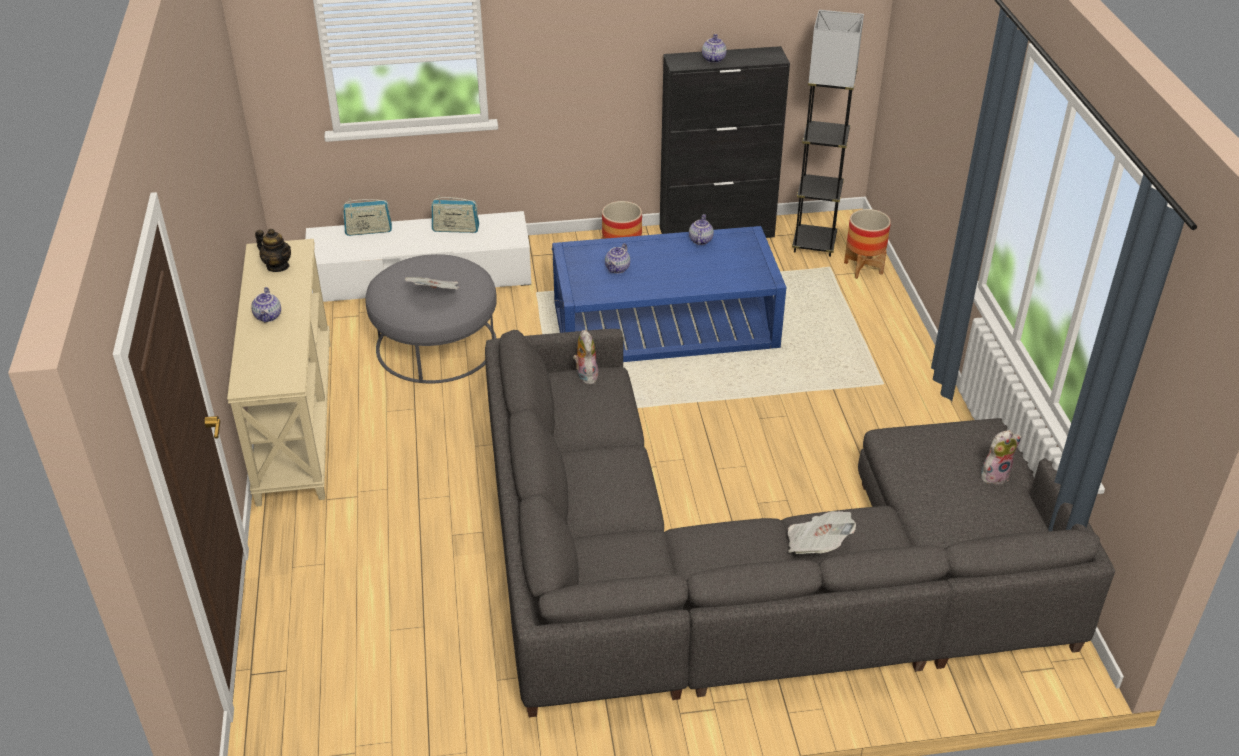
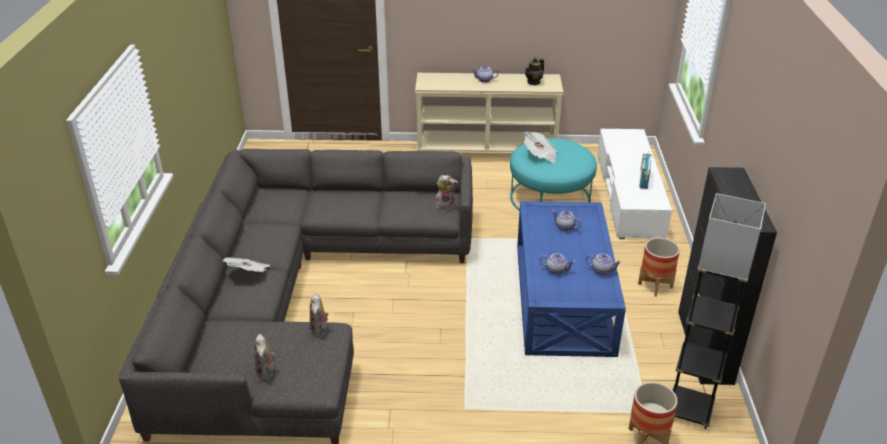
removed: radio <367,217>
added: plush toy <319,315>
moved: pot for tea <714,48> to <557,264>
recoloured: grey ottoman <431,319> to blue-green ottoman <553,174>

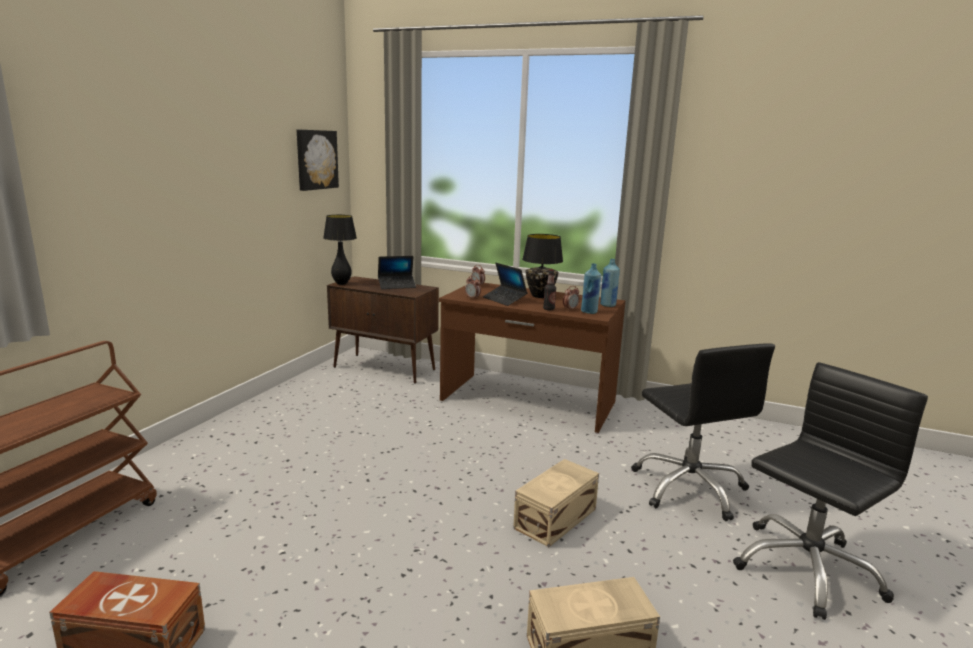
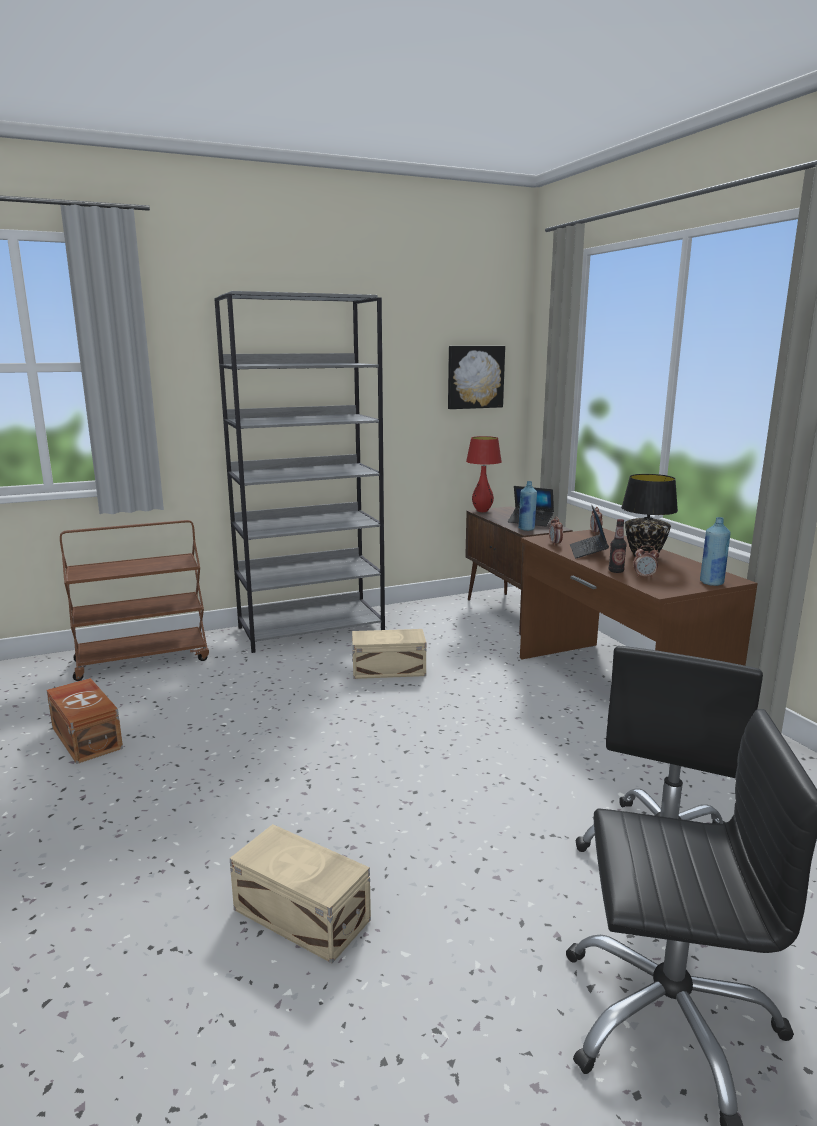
added: grey shelving unit <299,472>
moved: beige-coloured storage container <556,503> to <389,654>; bluish beverage bottle <591,289> to <527,506>
recoloured: black-coloured lamp for a table <340,250> to reddish lamp for a table <484,474>

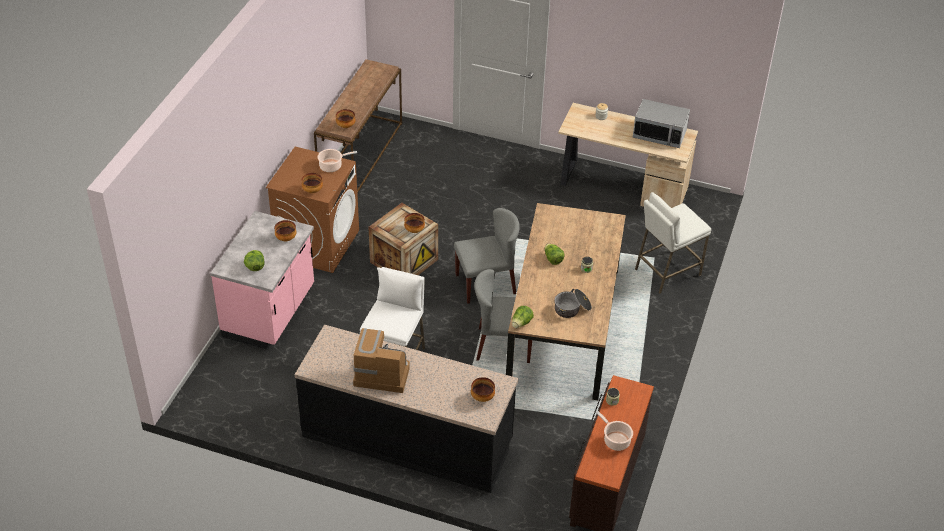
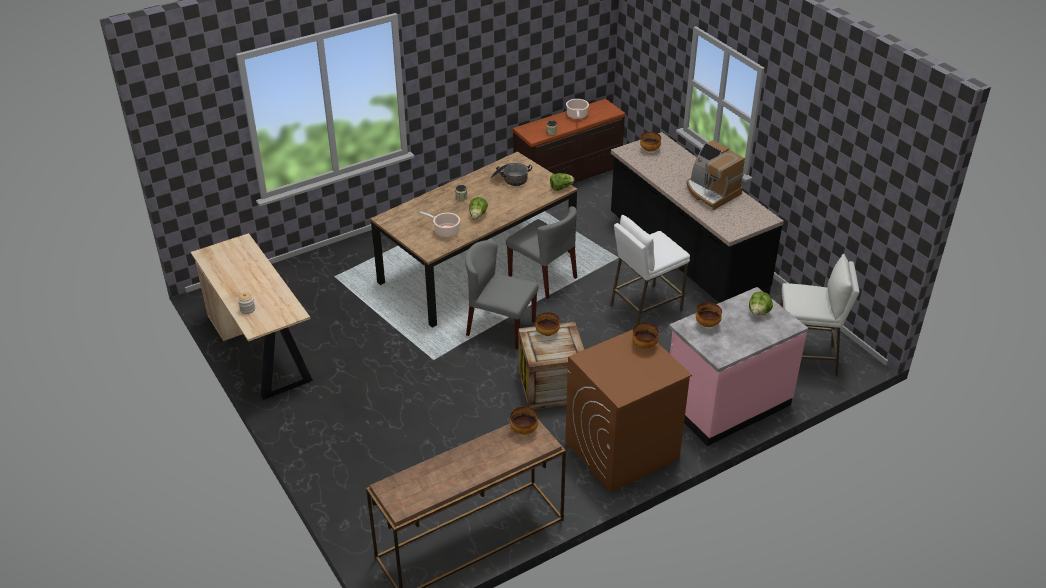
removed: microwave oven <661,123>
moved: stockpot <337,160> to <439,224>; white stool <673,243> to <819,315>

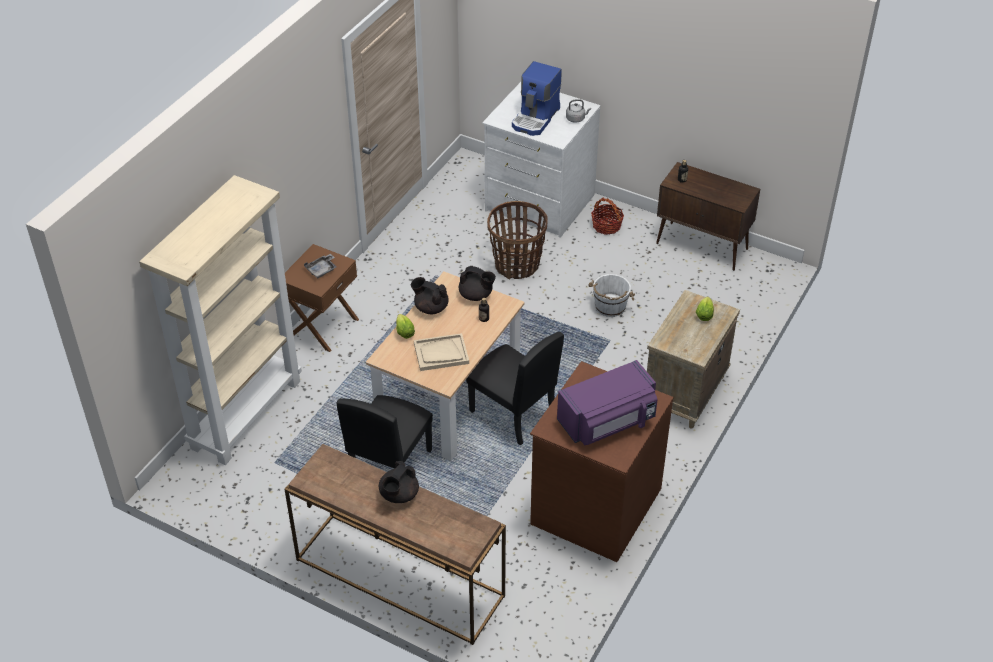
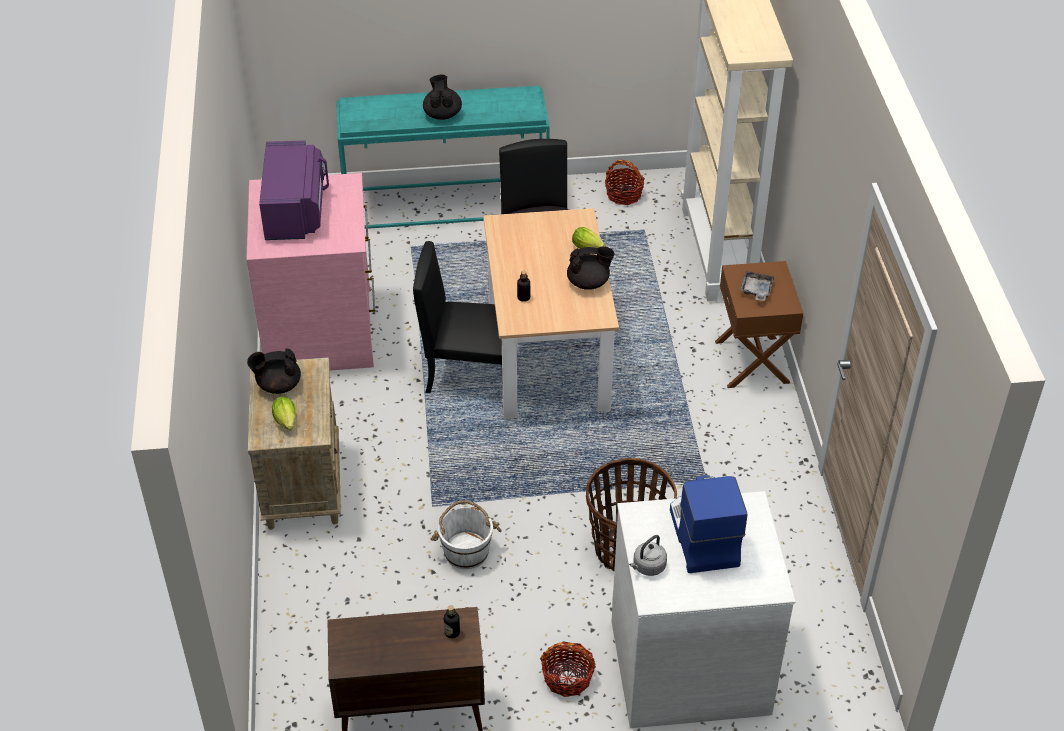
removed: beige-coloured tray <441,352>
added: basket <625,182>
moved: black-coloured pot for tea <477,283> to <274,371>
recoloured: brown dresser <602,461> to pink-coloured dresser <310,271>; brown hall table <395,544> to blue-green hall table <443,157>
turned: purple microwave oven <607,403> = <294,190> 150 degrees clockwise

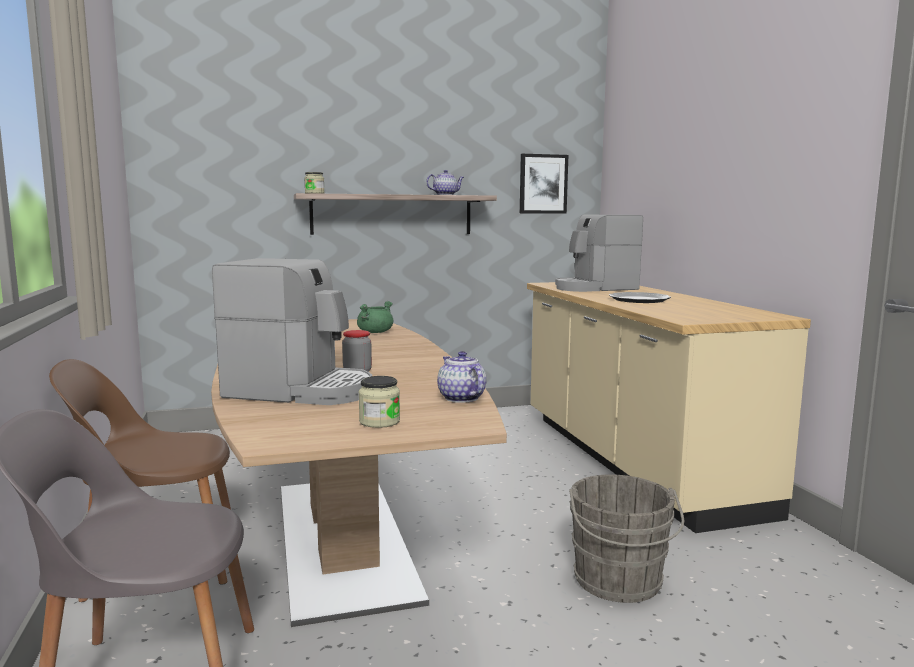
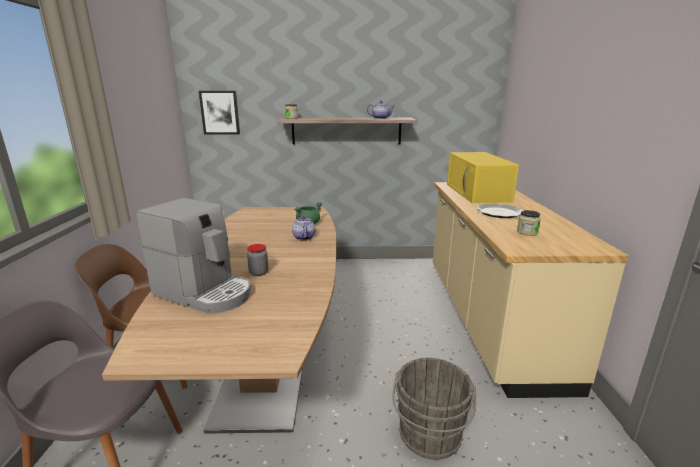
moved: picture <544,184> to <219,113>; pot for tea <462,377> to <304,228>; preserve jar <379,402> to <529,223>
replaced: coffee brewer <599,253> to yellowish microwave oven <483,177>

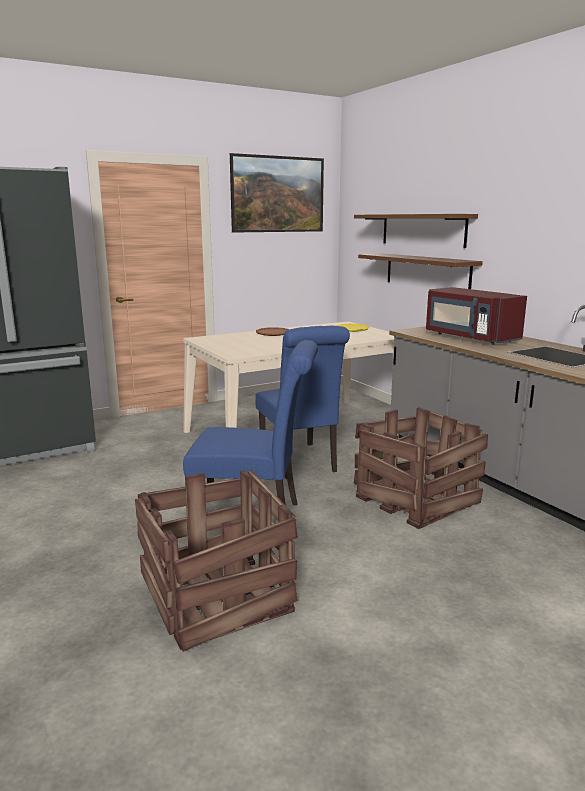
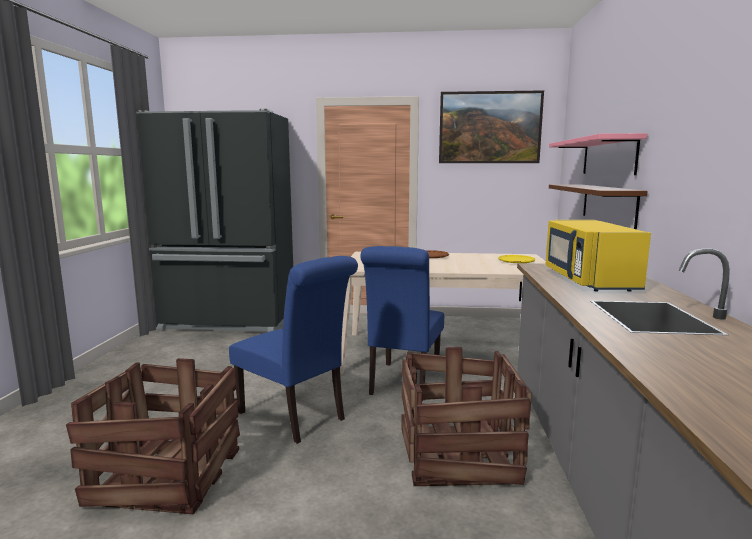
recoloured: reddish microwave oven <476,316> to yellowish microwave oven <598,256>; brown shelf <416,231> to pink-coloured shelf <598,154>

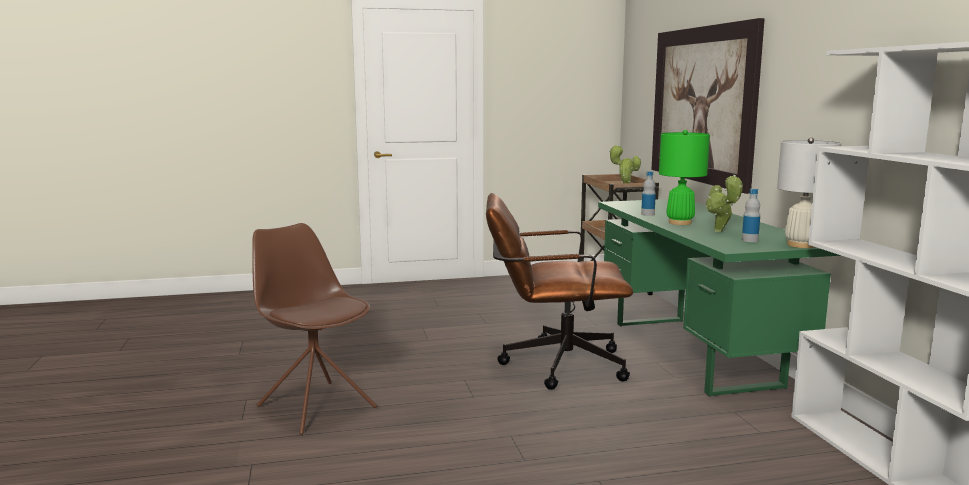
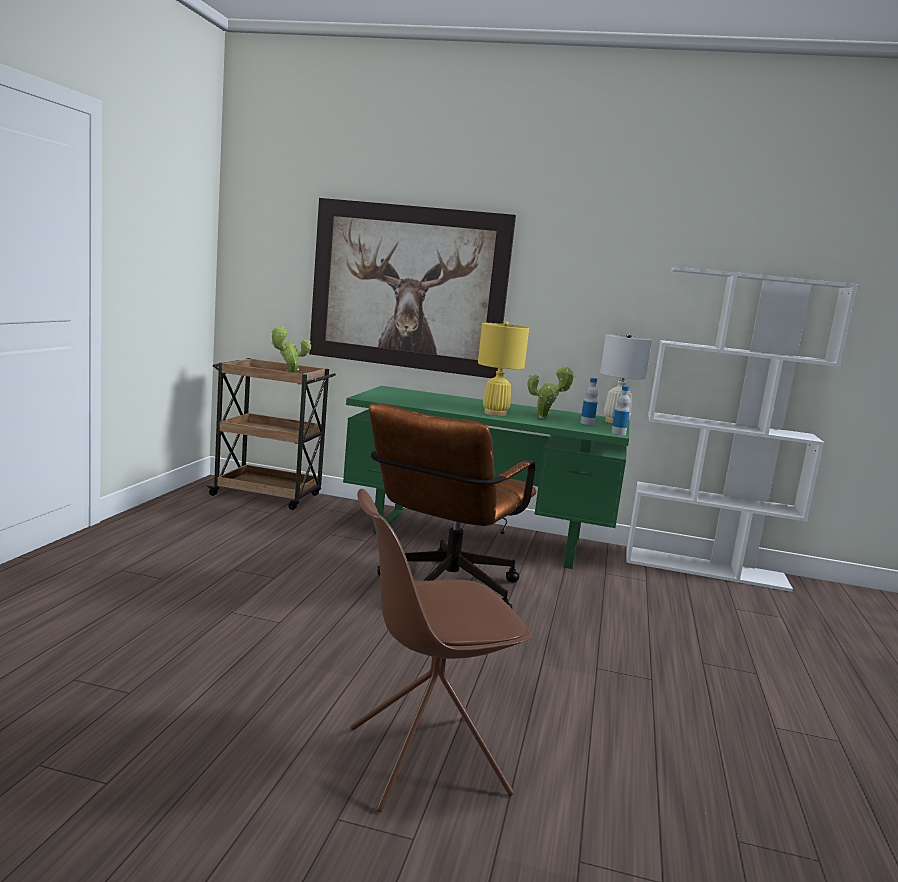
moved: beverage bottle <648,193> to <620,410>
recoloured: green-coloured lamp for a table <684,177> to yellowish lamp for a table <503,368>

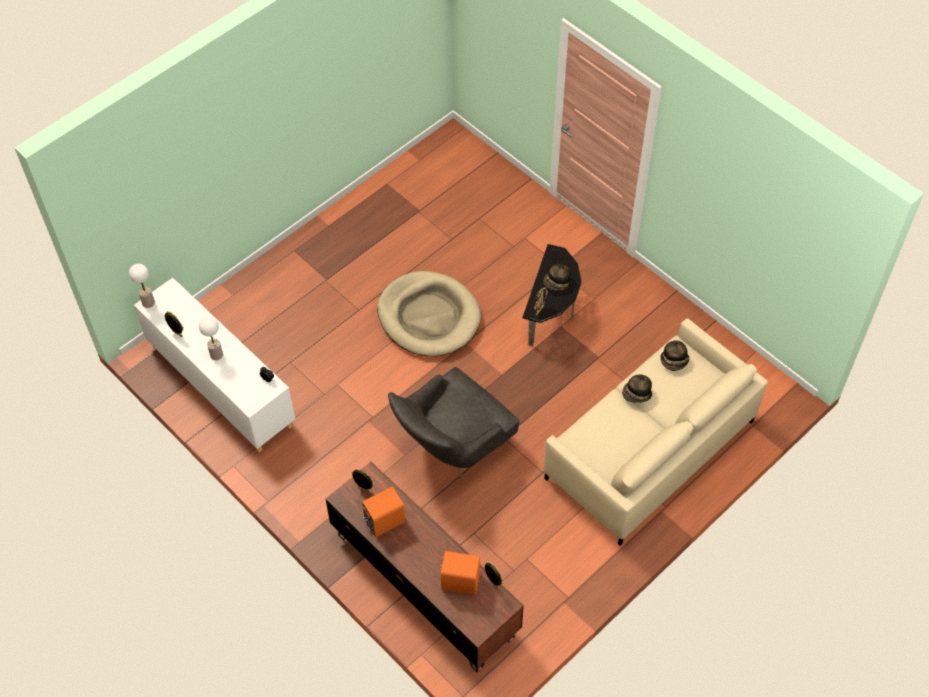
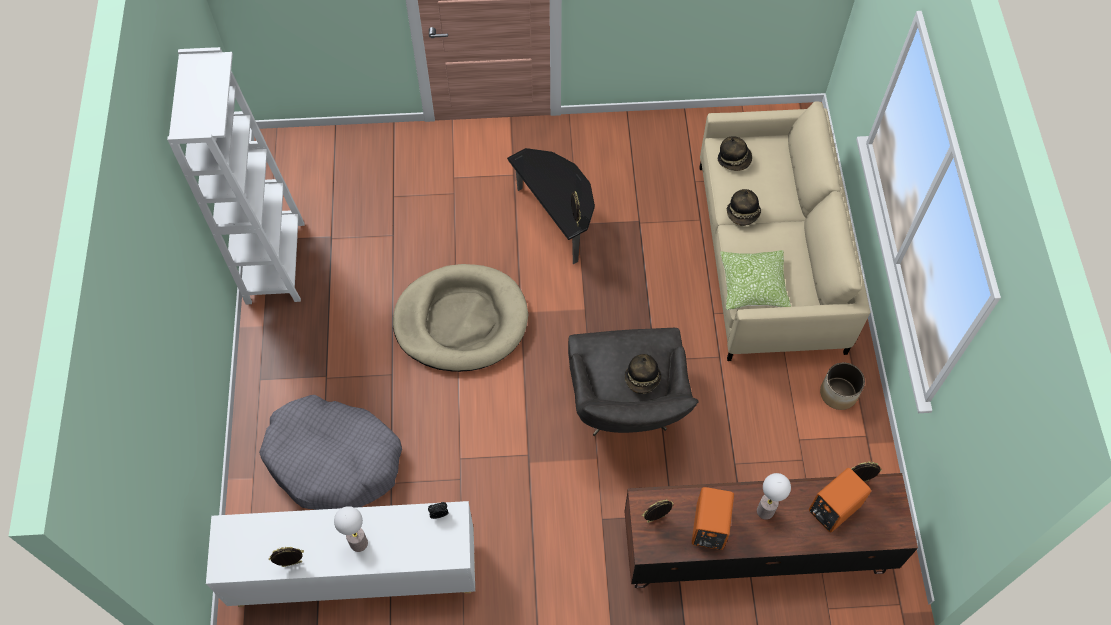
added: white shelving unit <236,176>; grey dog bed <330,452>; cushion <755,280>; flower pot <842,386>
moved: wearable hat <557,277> to <643,374>; lamp for a table <142,286> to <774,496>

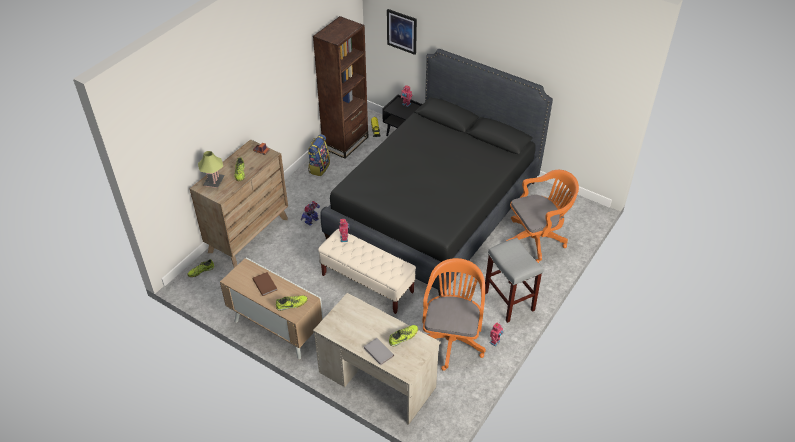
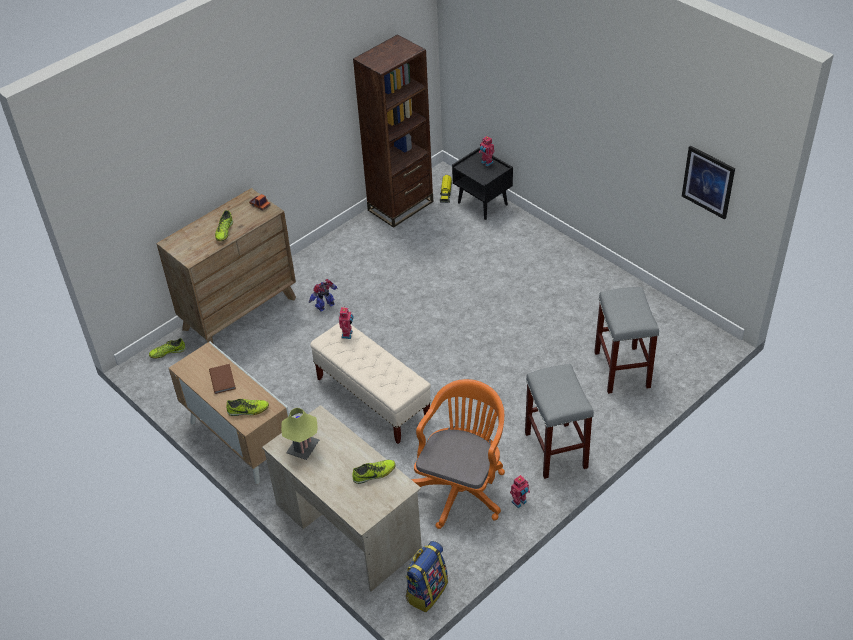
removed: black-coloured bed <436,172>; grey volume <379,352>
moved: lamp for a table <211,169> to <300,434>; backpack <319,155> to <426,576>; picture <402,32> to <708,182>
replaced: orangey computer chair <542,216> to grey stool <626,340>

